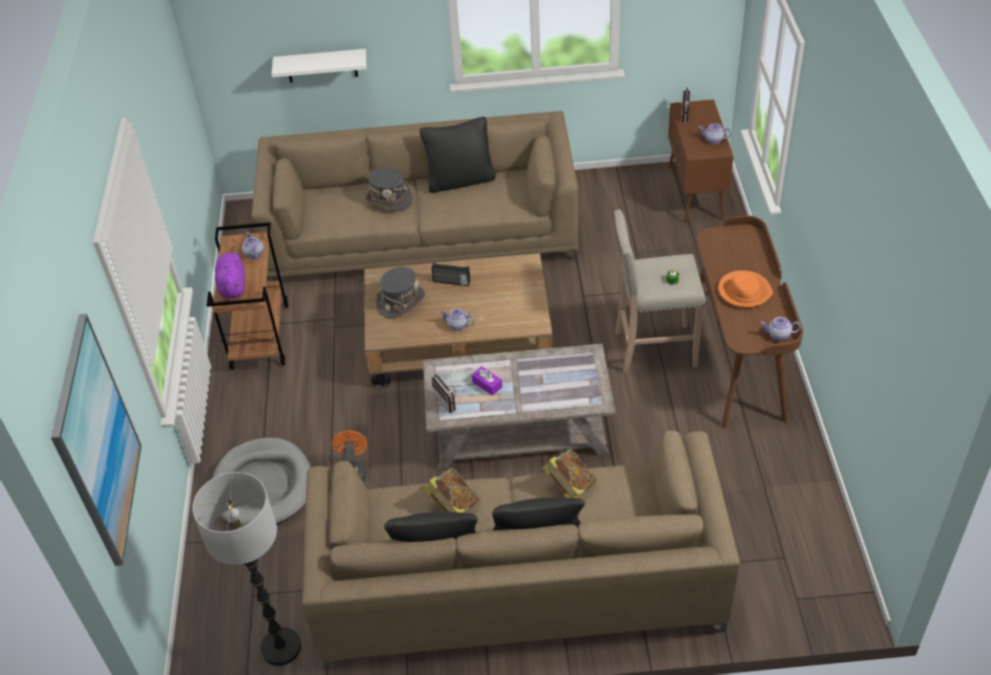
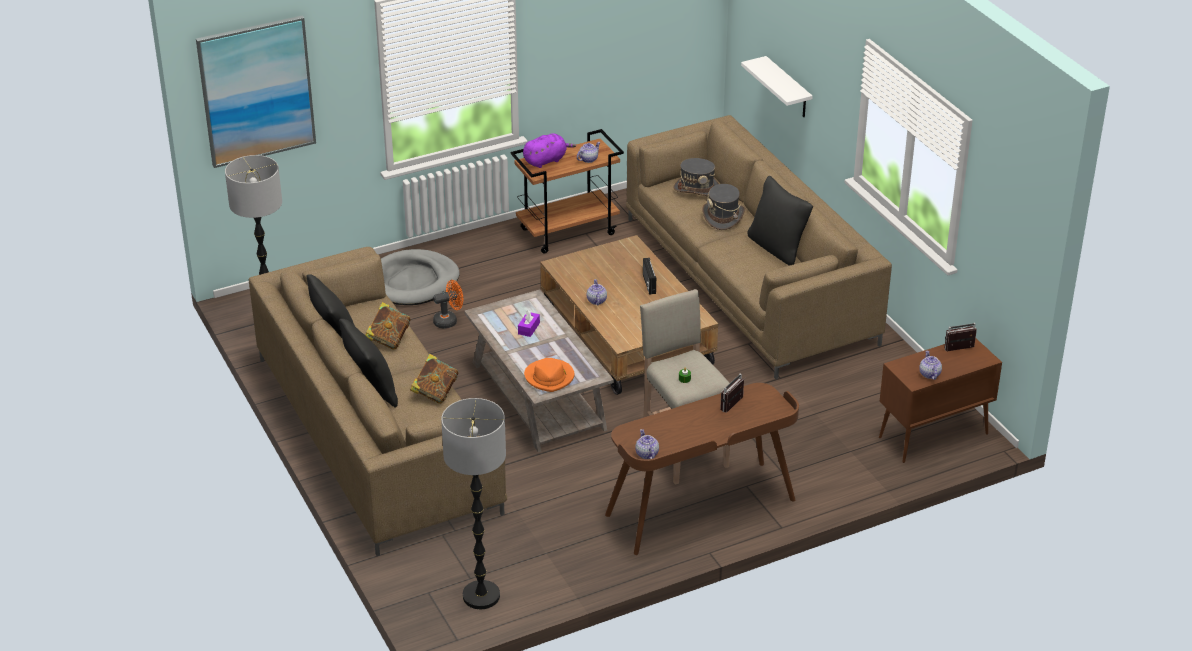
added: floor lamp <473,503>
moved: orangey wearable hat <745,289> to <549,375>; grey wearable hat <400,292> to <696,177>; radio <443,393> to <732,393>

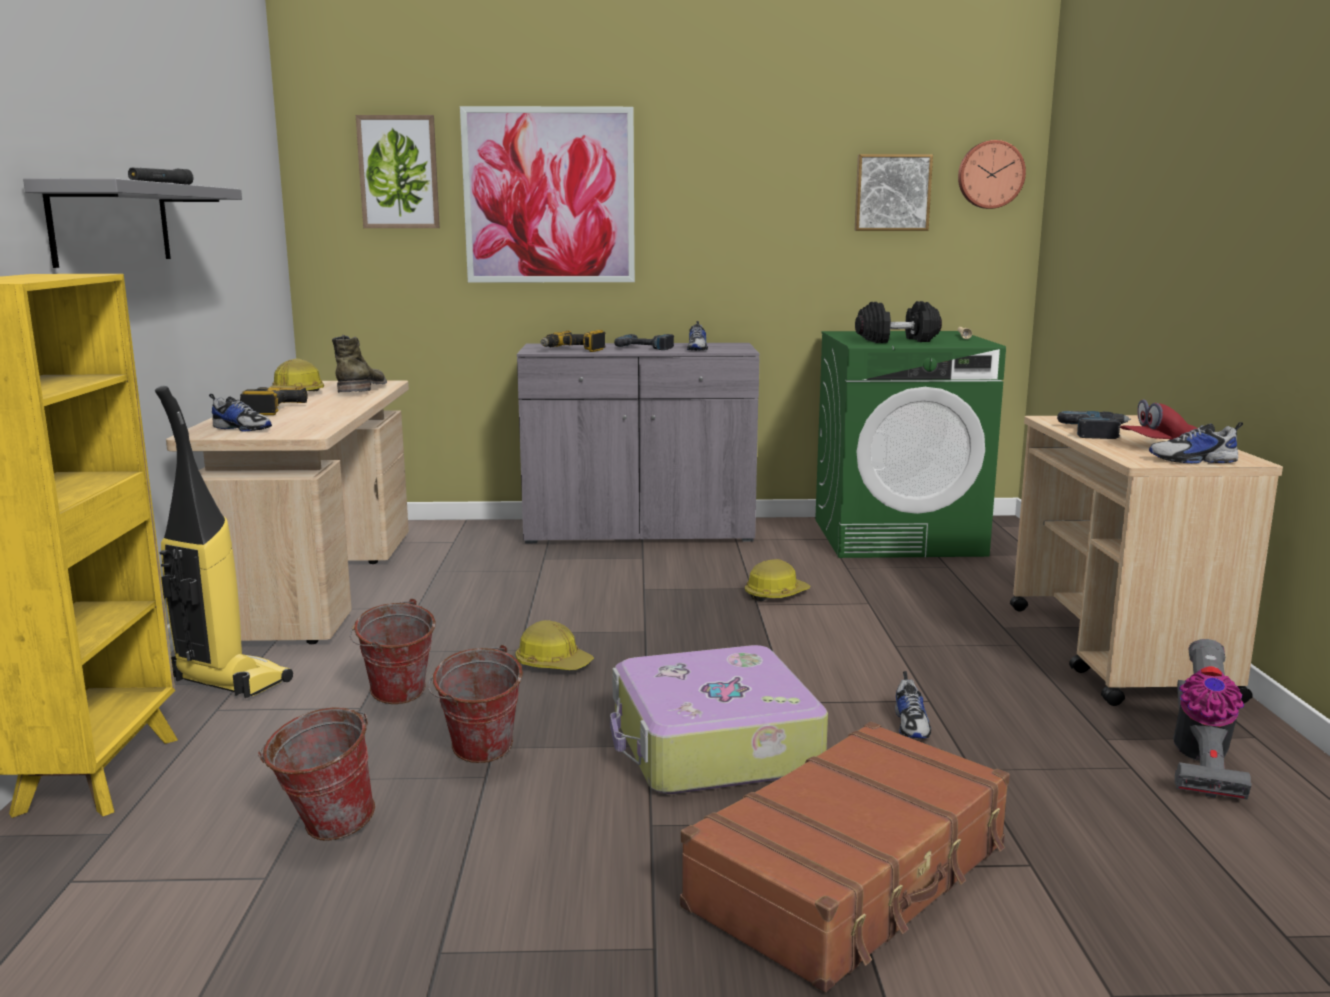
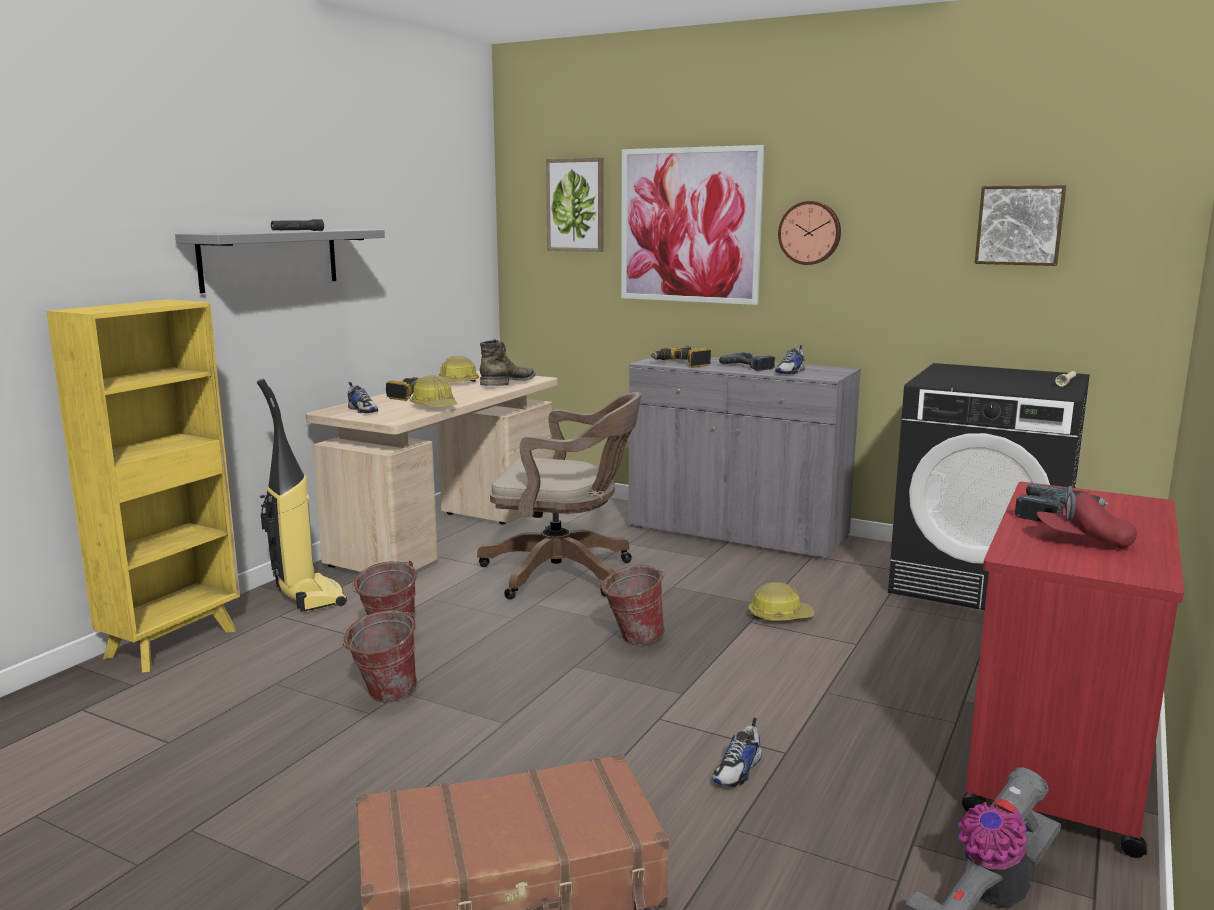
removed: suitcase <719,719>; black-coloured dumbbell <898,322>; low shoe <1196,442>
added: brown computer chair <559,495>
moved: hard hat <554,645> to <433,391>; water bucket <316,774> to <632,605>; clock on the wall <992,174> to <809,233>
recoloured: green-coloured laundry machine <910,444> to black-coloured laundry machine <989,486>; beige-coloured wheeled cart <1146,560> to reddish wheeled cart <1073,670>

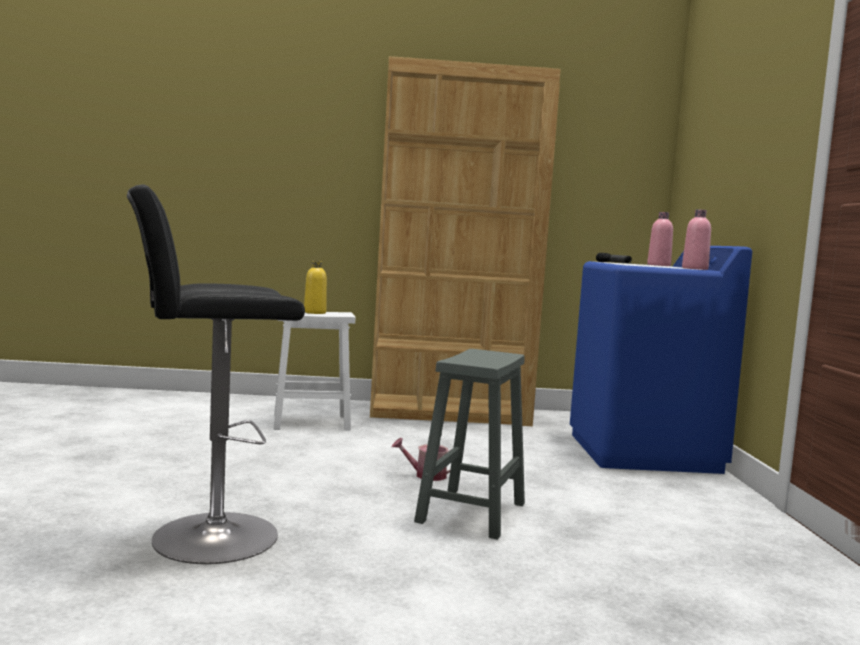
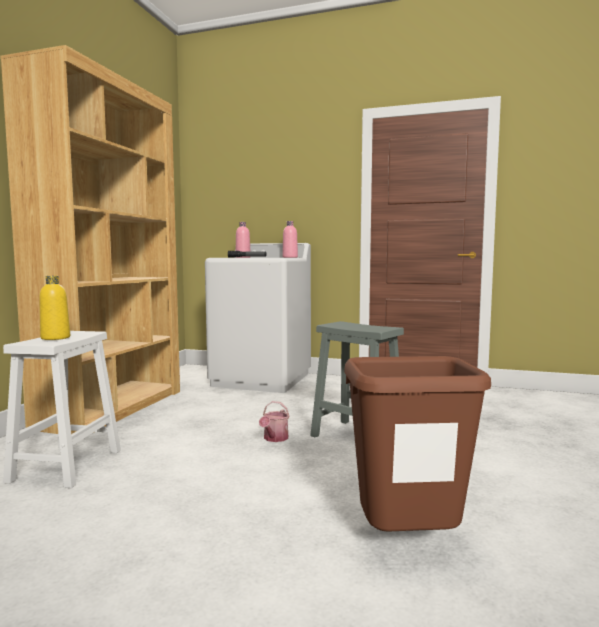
replaced: black-coloured stool <216,374> to brown trash can <417,444>
recoloured: bluish laundry machine <661,360> to white laundry machine <258,318>

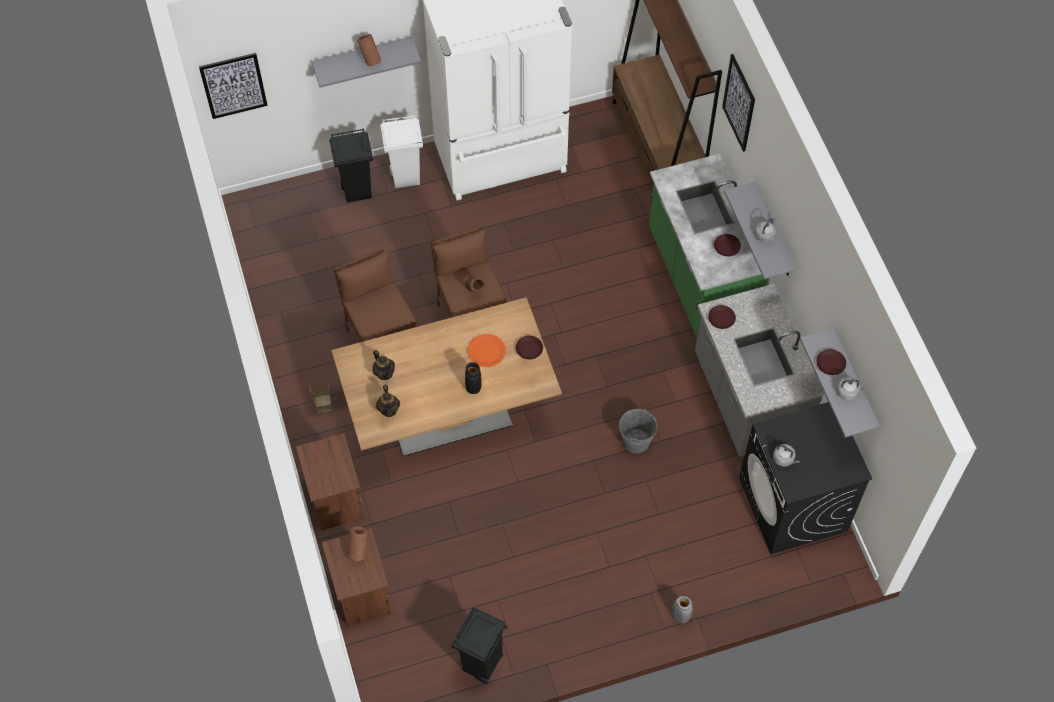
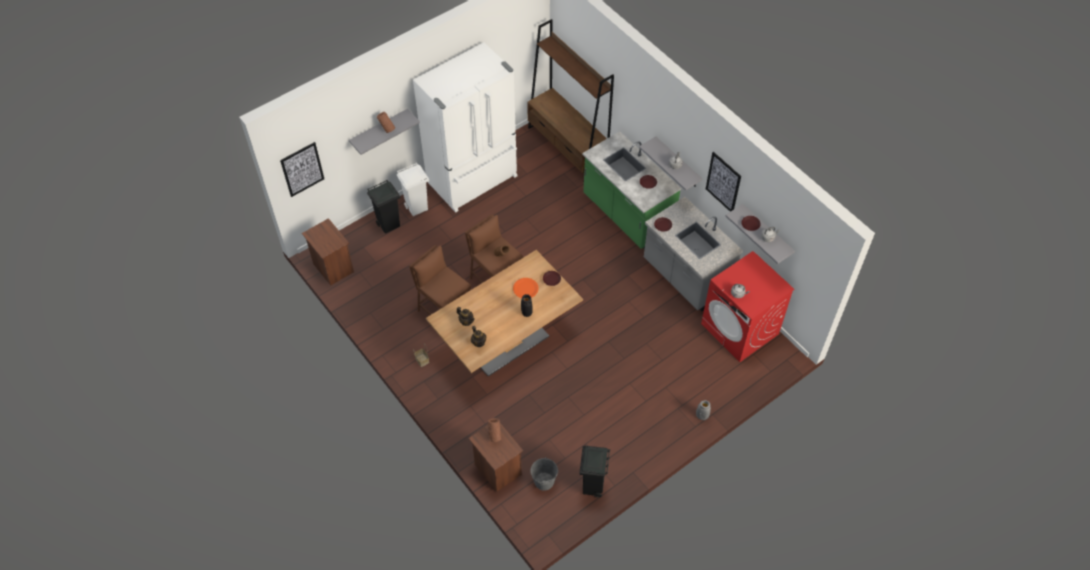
moved: brown night table <330,481> to <328,252>; grey water bucket <638,431> to <544,474>; picture <738,103> to <723,182>
recoloured: black-coloured laundry machine <805,478> to reddish laundry machine <747,306>

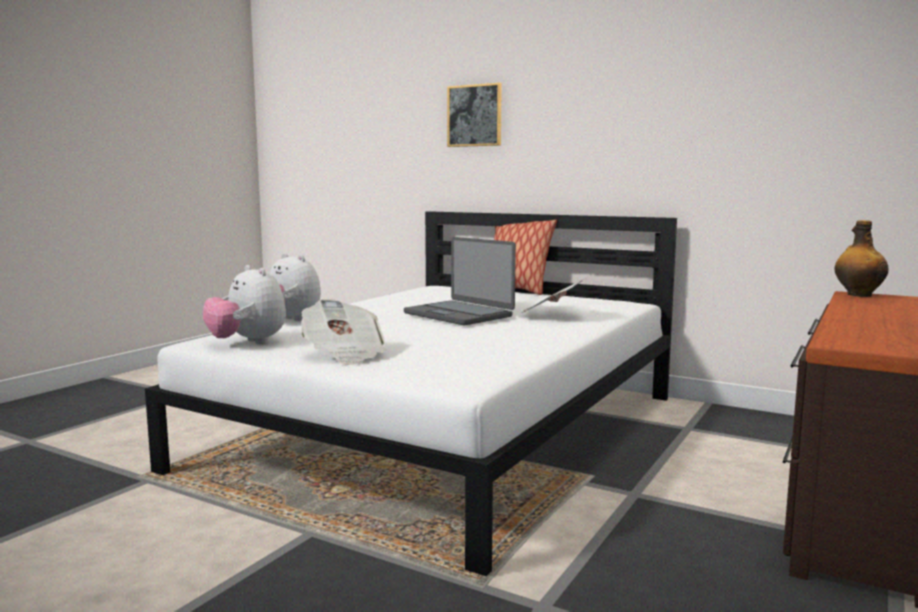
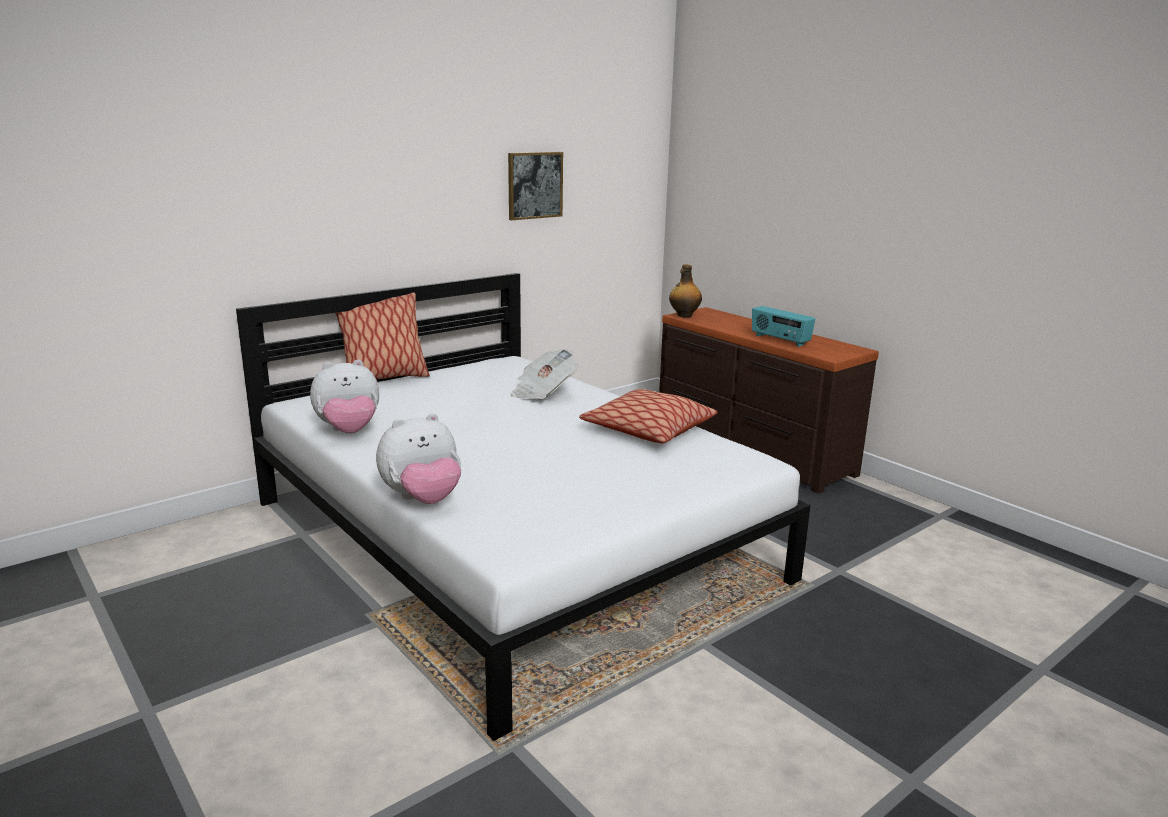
removed: printed paper <343,332>; portable computer <460,281>
added: cushion <648,416>; radio <783,326>
moved: plush toy <244,304> to <344,396>; picture <474,115> to <535,186>

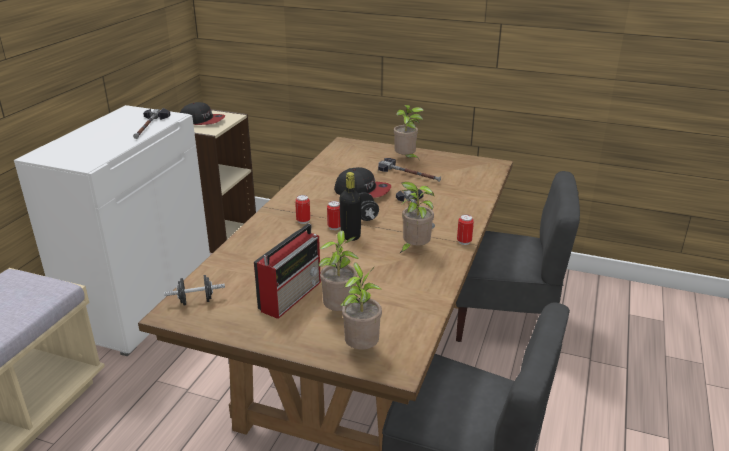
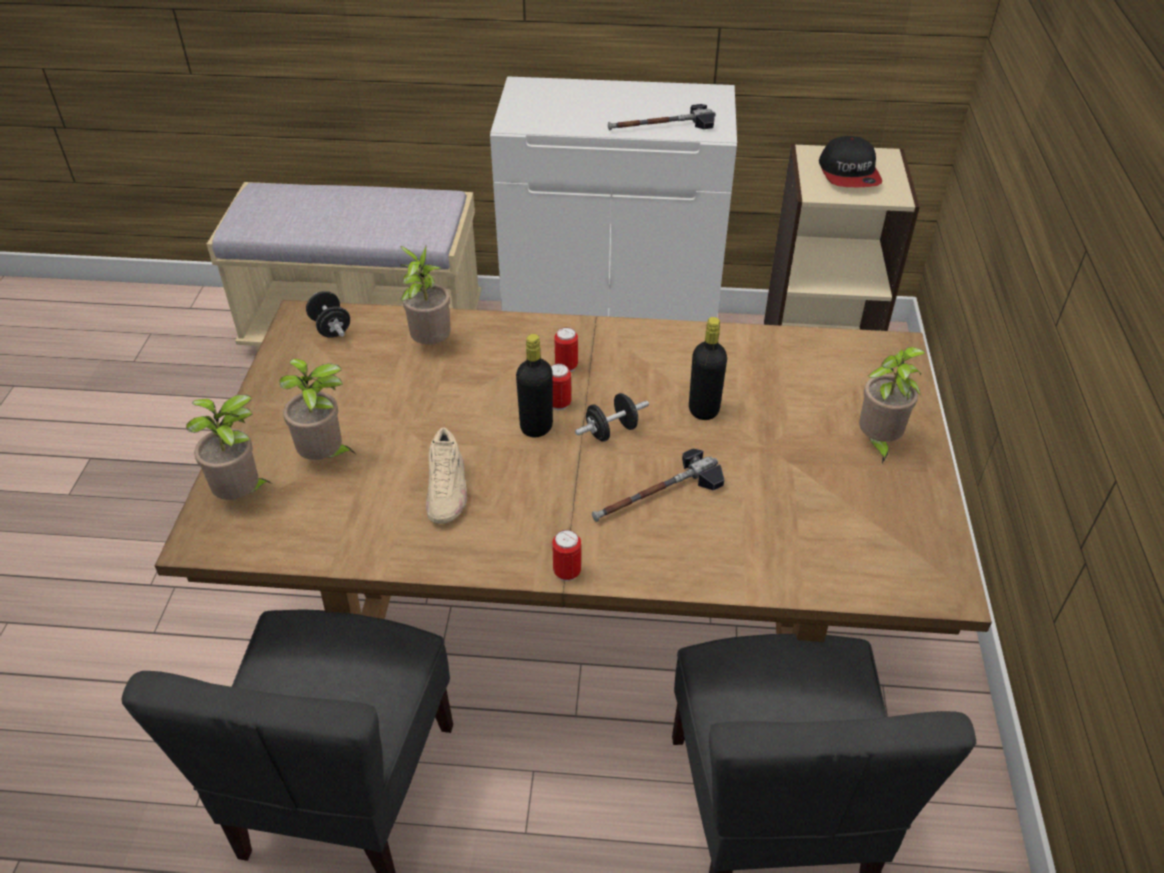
removed: radio <287,271>; tool hammer <409,170>
added: beige-coloured low shoe <446,475>
moved: plant in a pot <417,218> to <425,295>
replaced: baseball cap <362,182> to black-coloured beverage bottle <708,368>

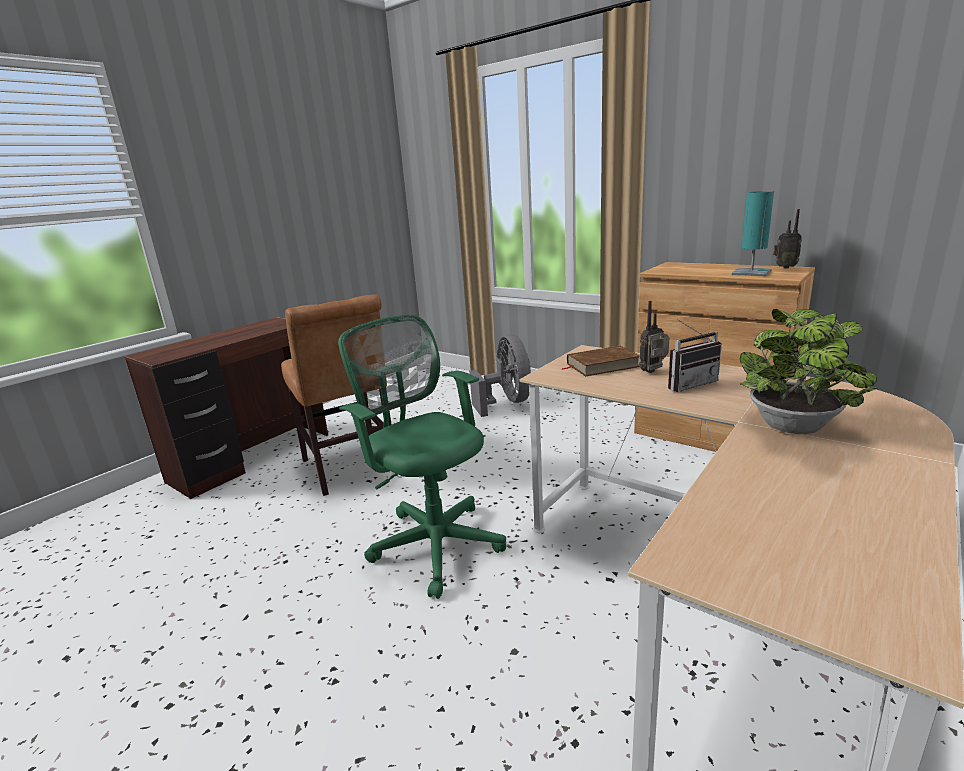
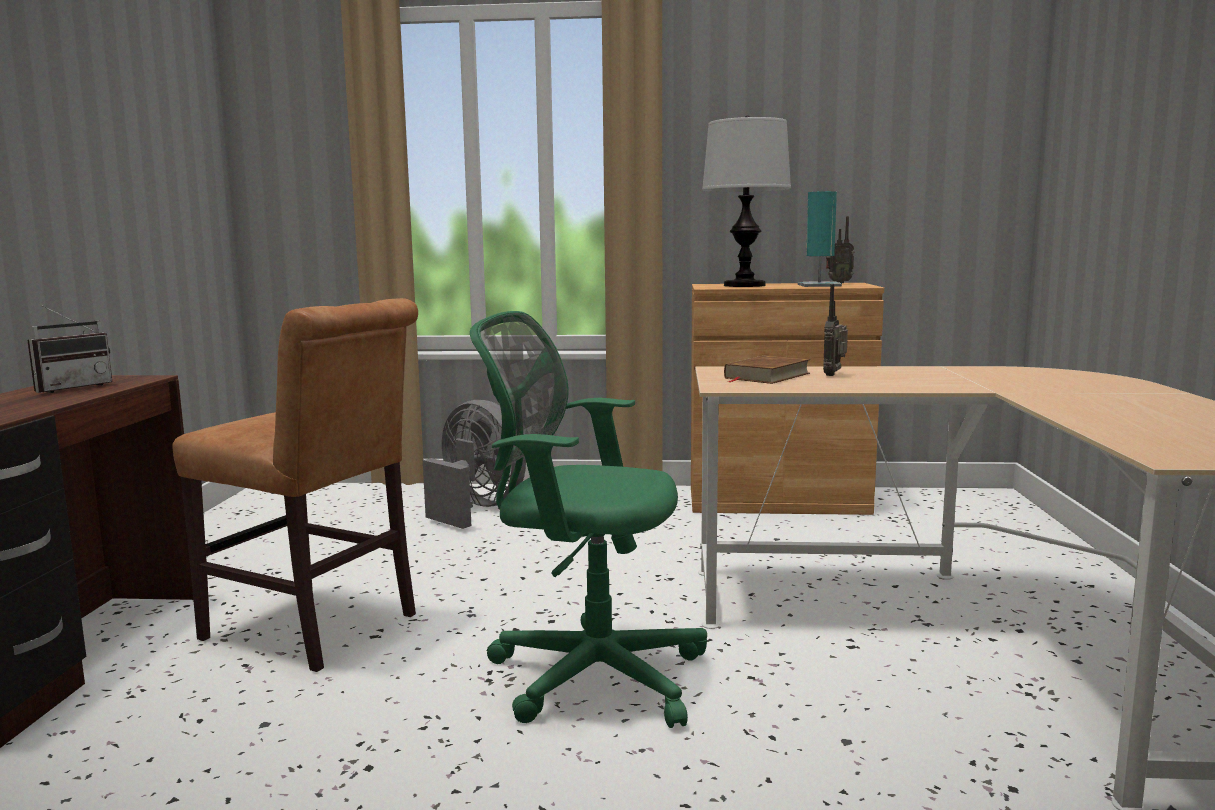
removed: plant in a pot <809,371>
added: lamp for a table <746,201>
moved: radio <695,355> to <69,349>

